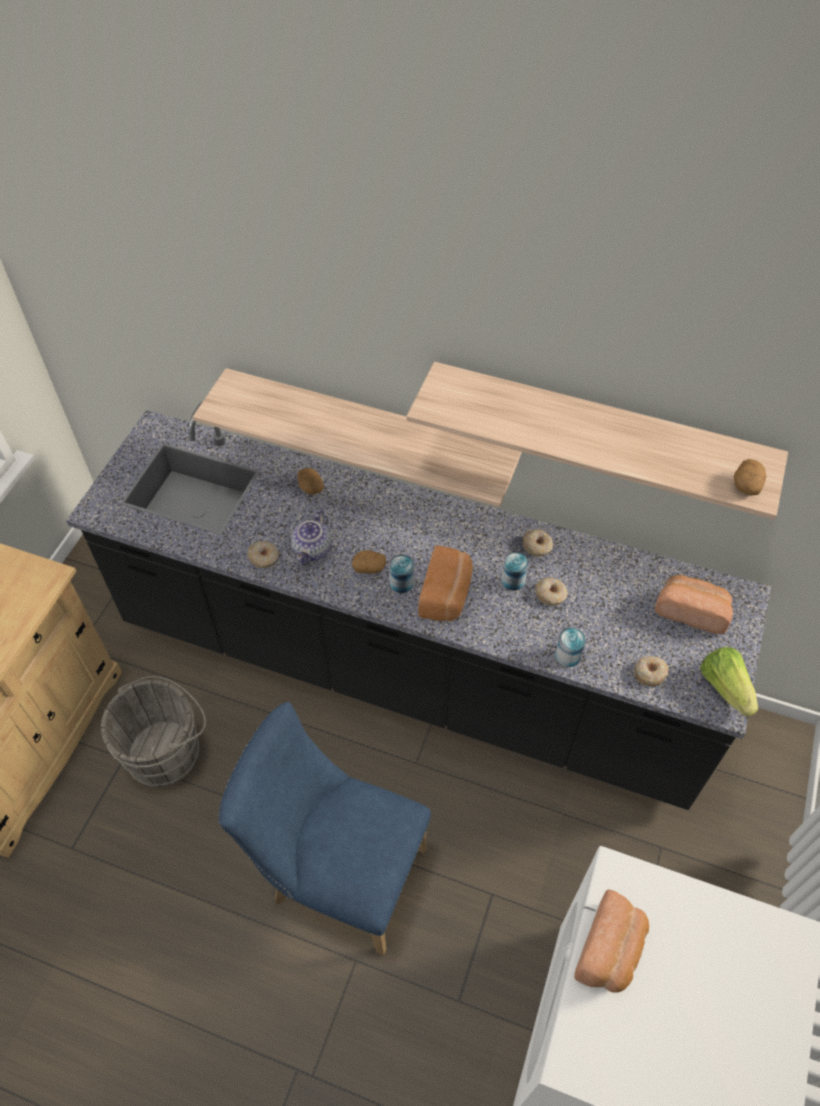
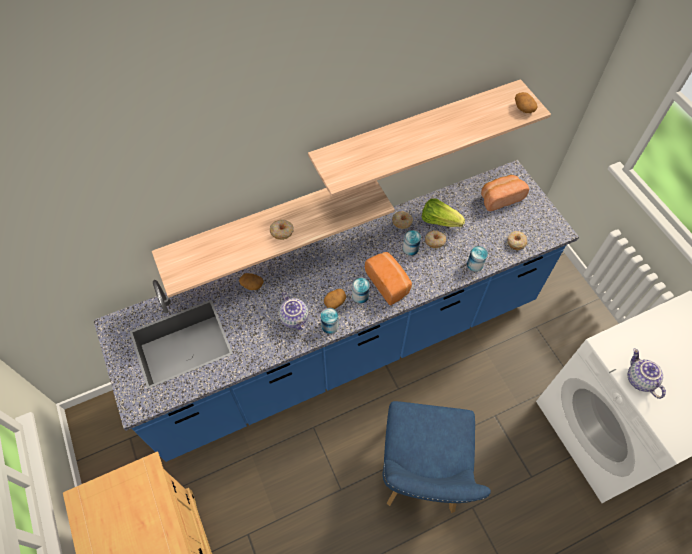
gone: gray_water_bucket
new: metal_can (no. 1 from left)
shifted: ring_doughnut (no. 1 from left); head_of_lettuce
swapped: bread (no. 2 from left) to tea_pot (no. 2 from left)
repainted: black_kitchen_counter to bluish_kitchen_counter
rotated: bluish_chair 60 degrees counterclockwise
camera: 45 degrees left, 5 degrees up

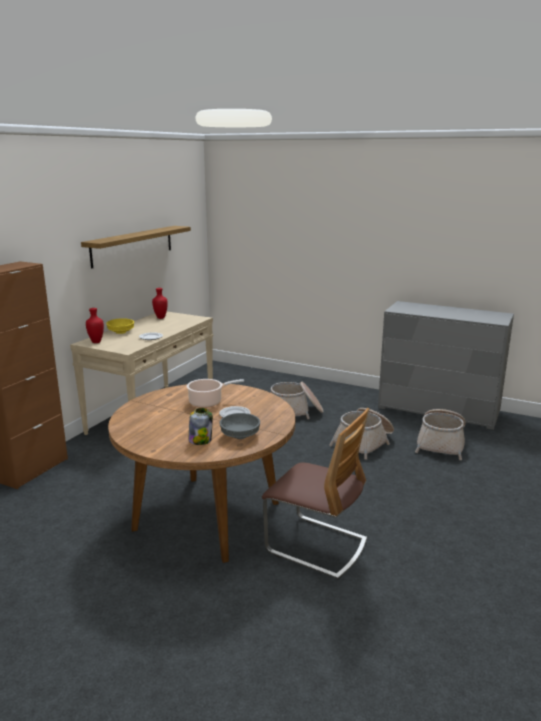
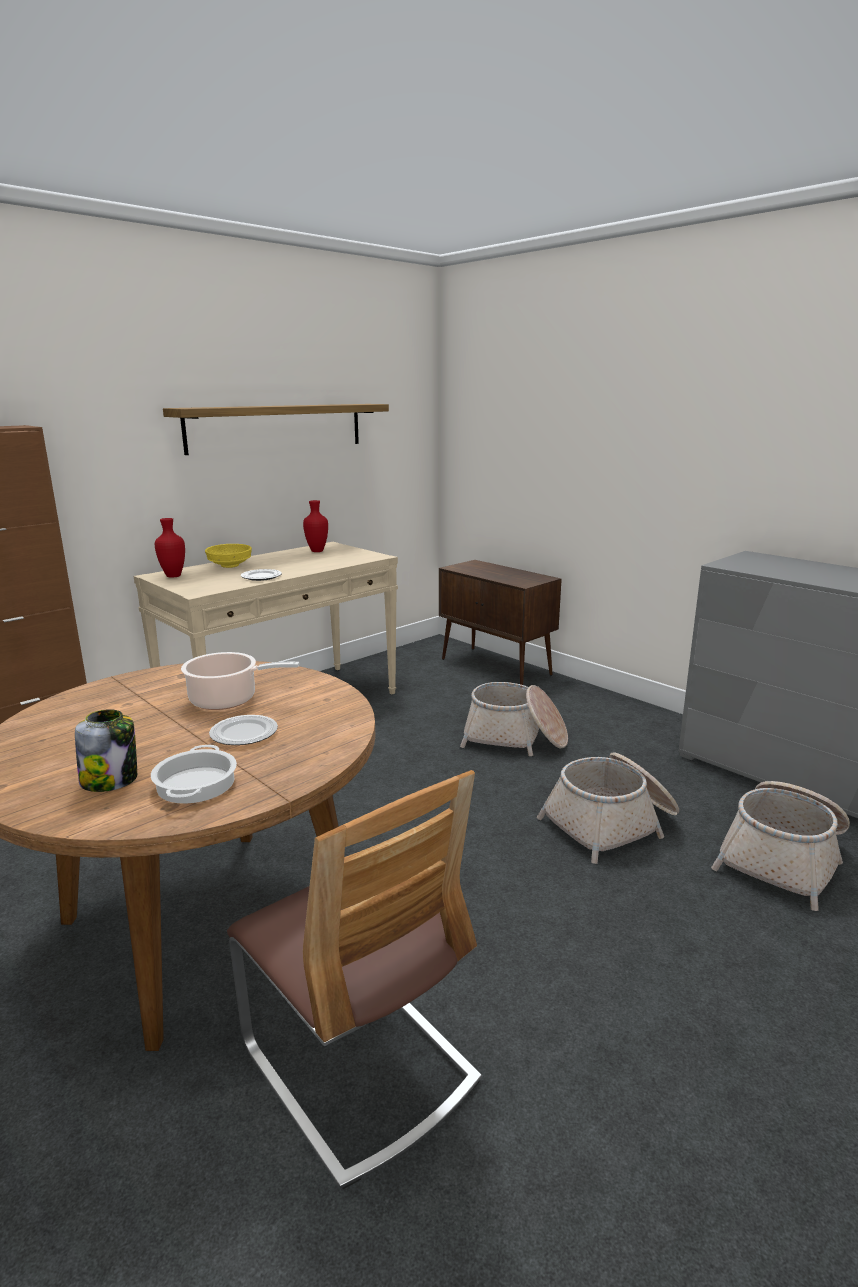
new: brown_cabinet (no. 2 from left)
swapped: gray_deep_dish to saucepot (no. 1 from left)
camera: 20 degrees right, 0 degrees up

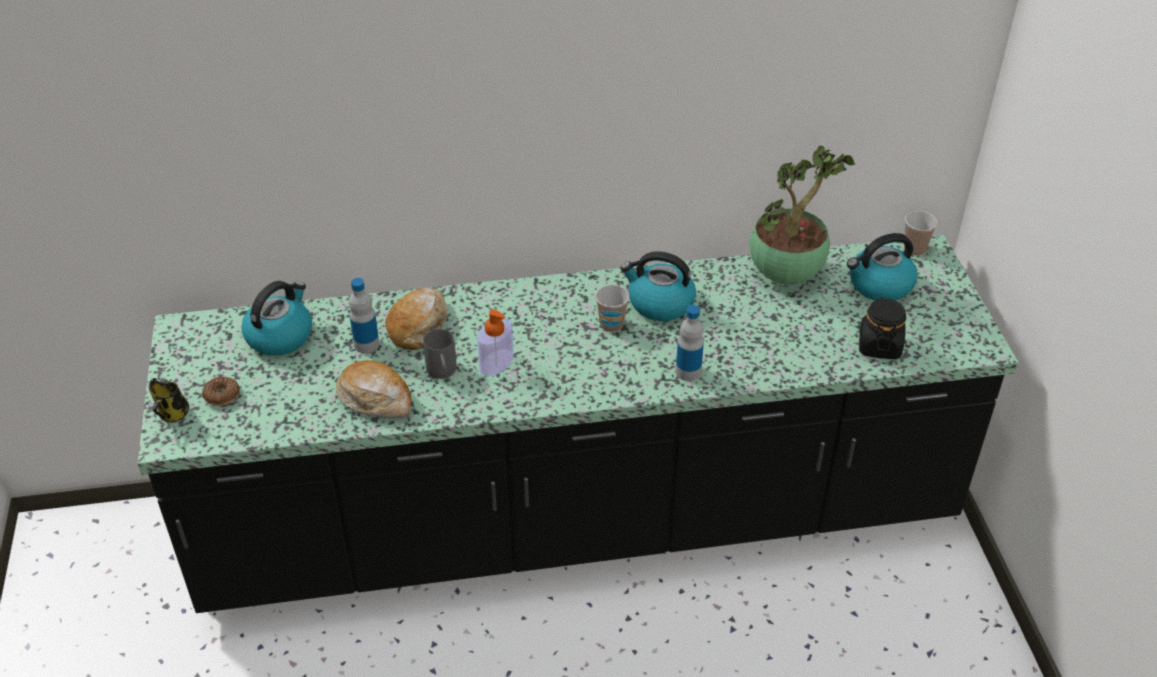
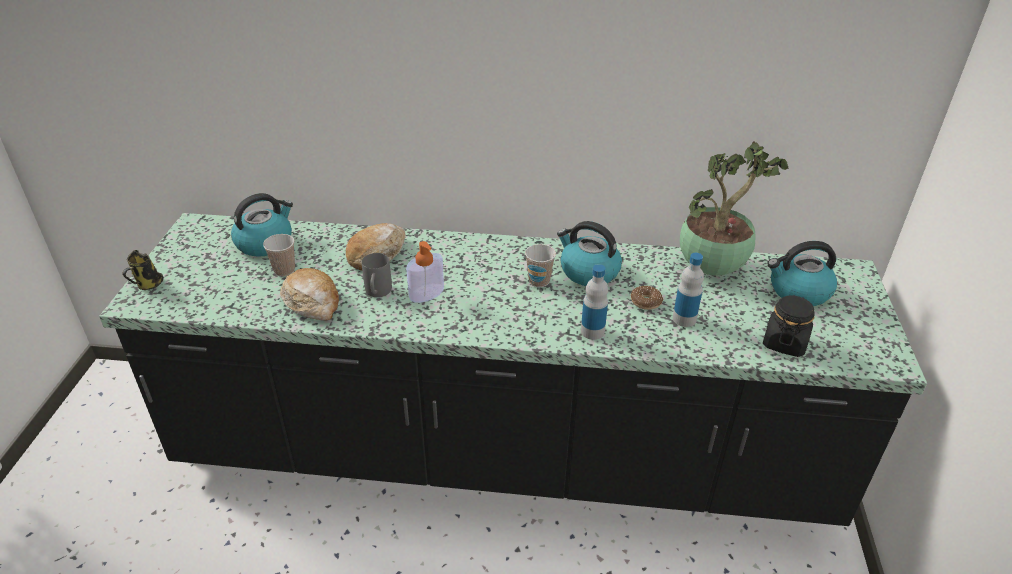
shifted: drinking_cup (no. 2 from left in the first image) to drinking_cup (no. 1 from left); bottle (no. 1 from left in the first image) to bottle (no. 2 from left); ring_doughnut
camera: 15 degrees right, 5 degrees down

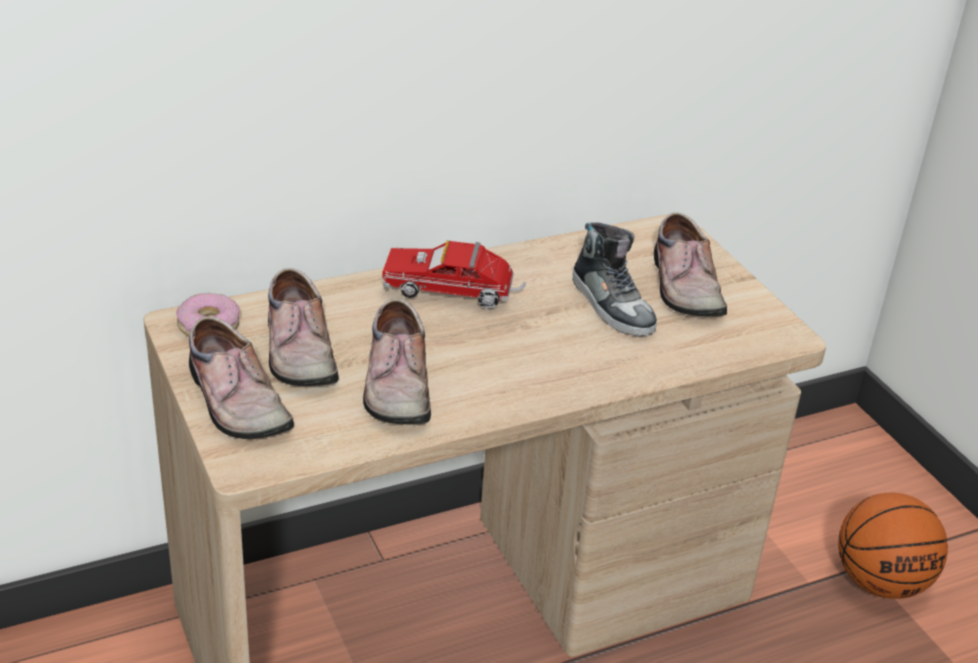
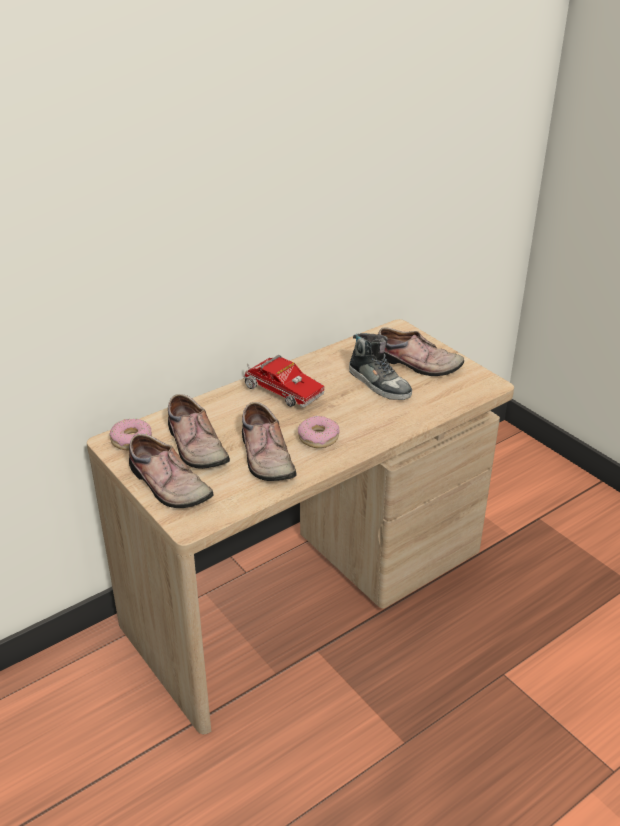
gone: basketball_ball
new: ring_doughnut (no. 2 from left)
rotated: item_of_footwear (no. 5 from left) 45 degrees counterclockwise; toy_lorry 135 degrees counterclockwise
camera: 10 degrees left, 0 degrees up

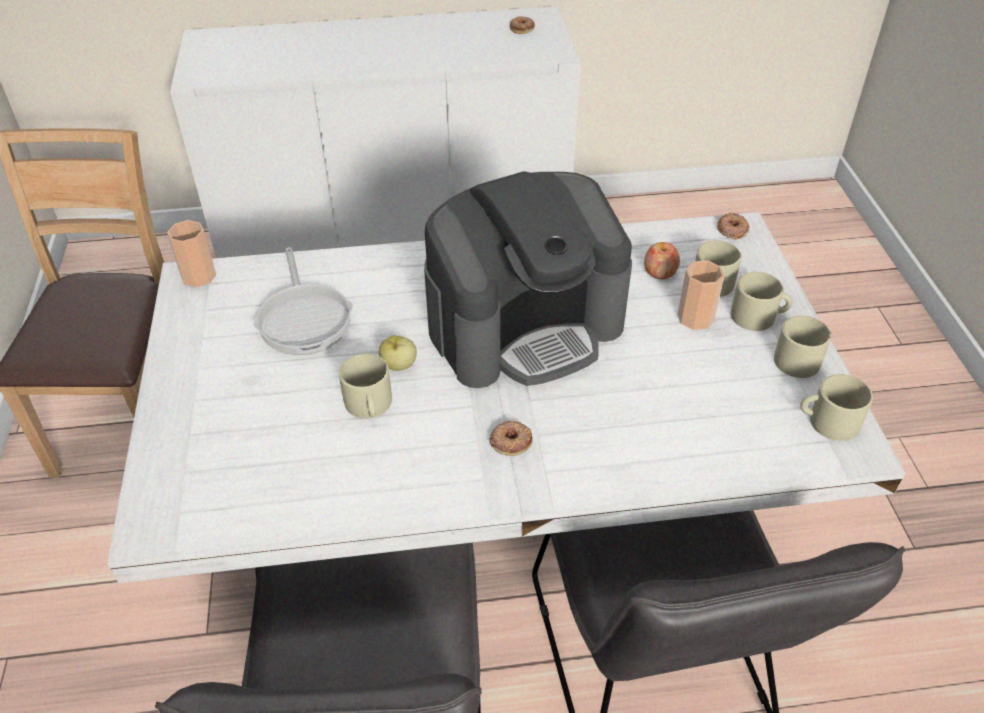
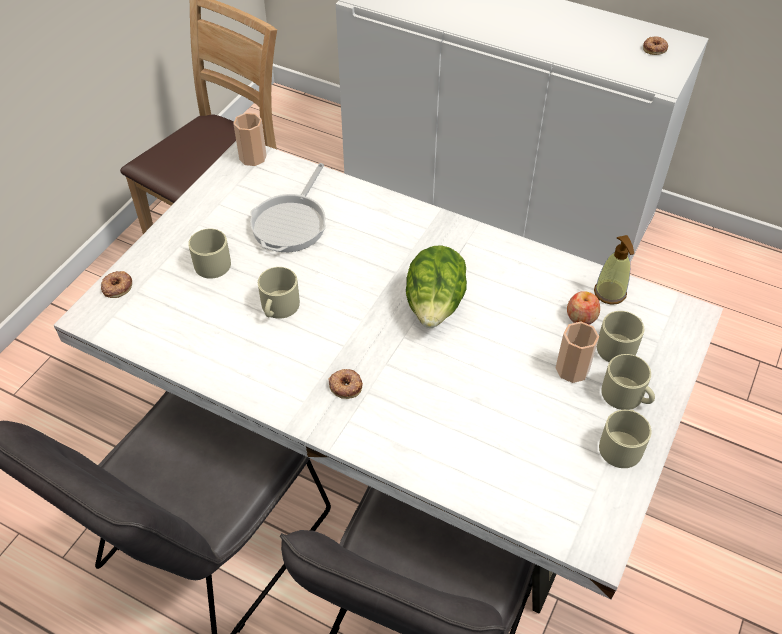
gone: whole_apple (no. 1 from left)
new: soap_dispenser
shifted: ring_doughnut (no. 3 from left in the first image) to ring_doughnut (no. 1 from left); beige_mug (no. 5 from left in the first image) to beige_mug (no. 1 from left)
swapped: coffee_brewer to head_of_lettuce
camera: 35 degrees right, 5 degrees up

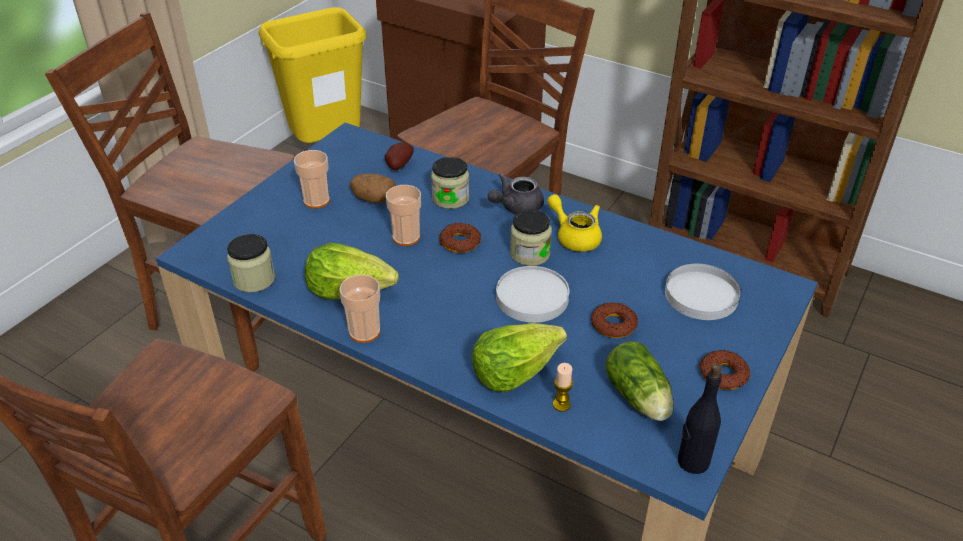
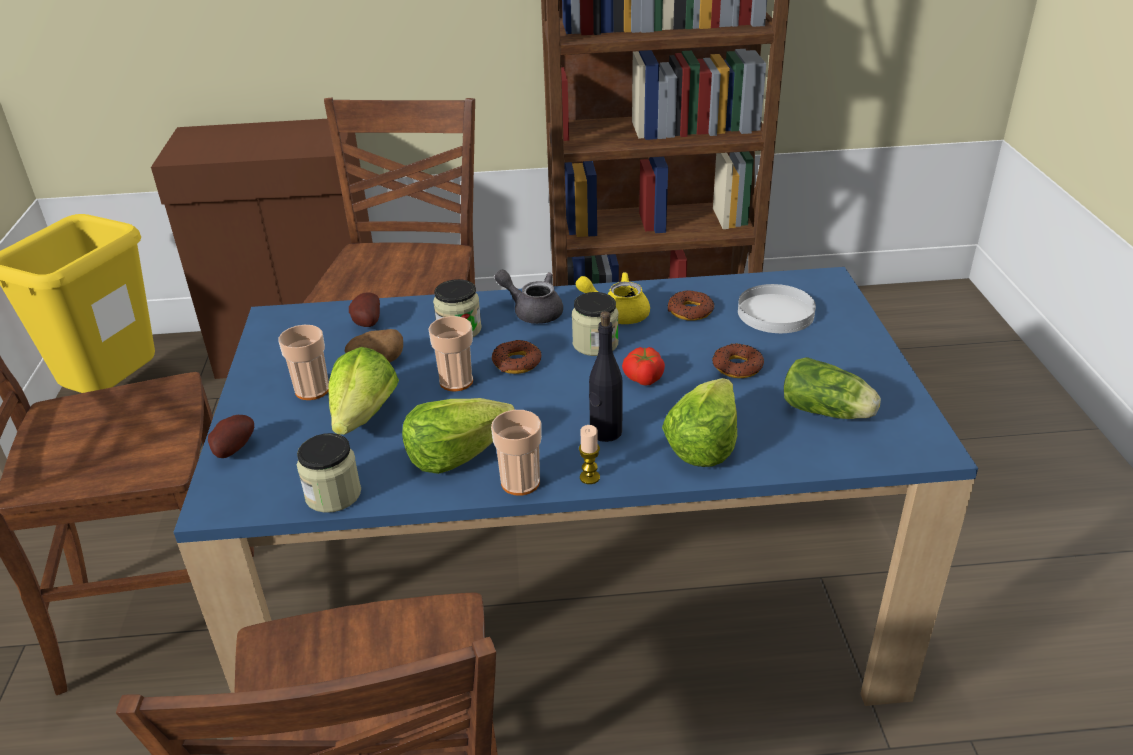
new: head_of_lettuce (no. 1 from left); spud (no. 1 from left)
shifted: ring_doughnut (no. 3 from left in the first image) to ring_doughnut (no. 2 from left); candle; black_bottle
swapped: white_flat_dish (no. 1 from left) to whole_tomato
rotated: gray_tea_pot 105 degrees clockwise
camera: 35 degrees left, 5 degrees down

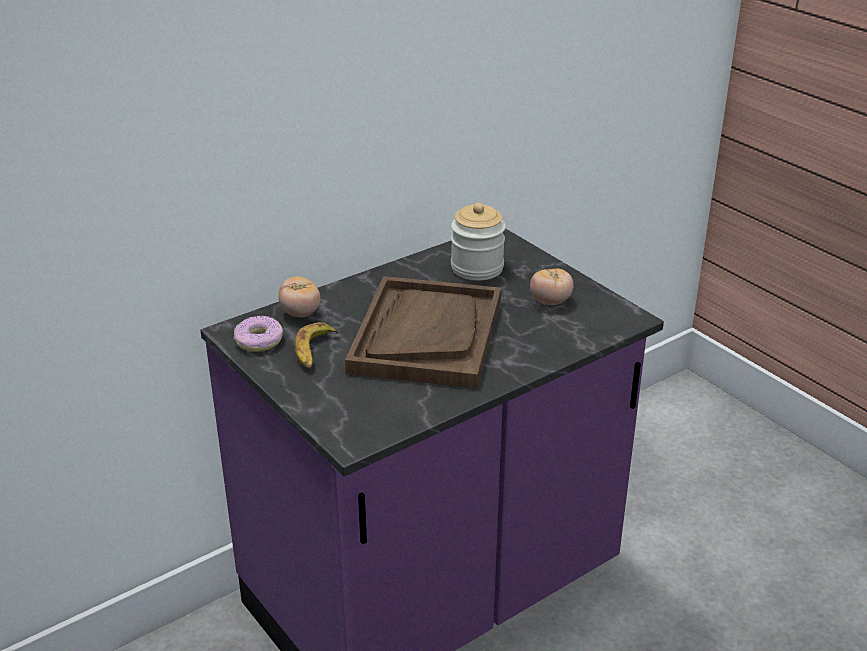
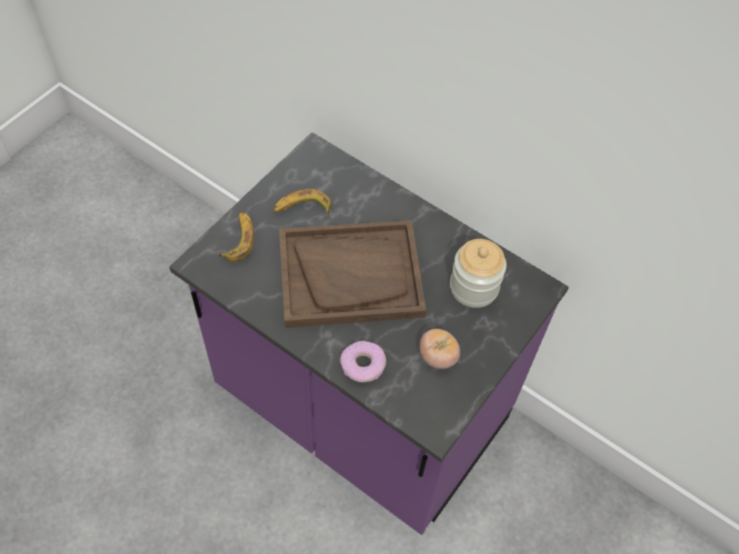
gone: whole_tomato (no. 1 from left)
new: banana (no. 1 from left)
shifted: ring_doughnut
camera: 70 degrees right, 25 degrees up

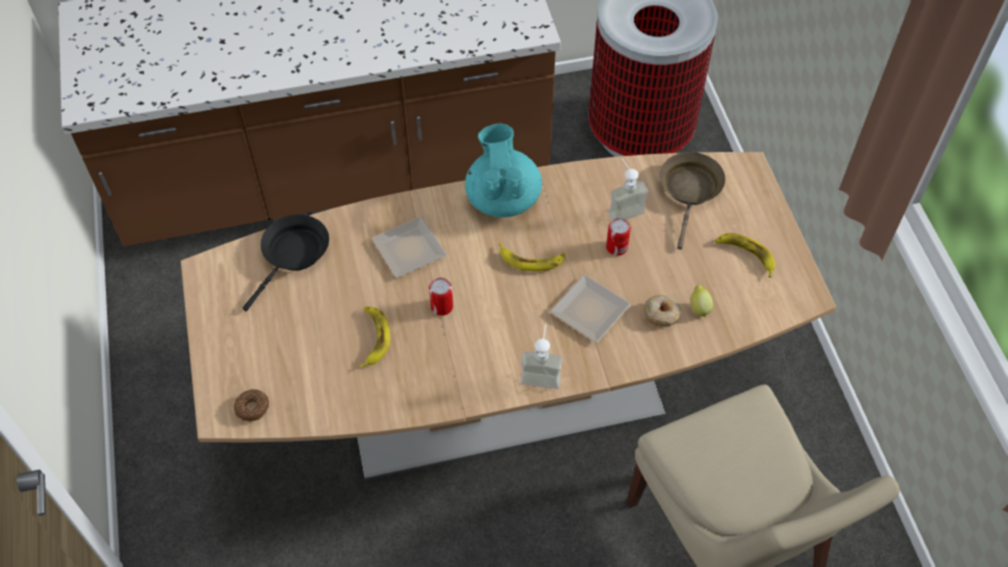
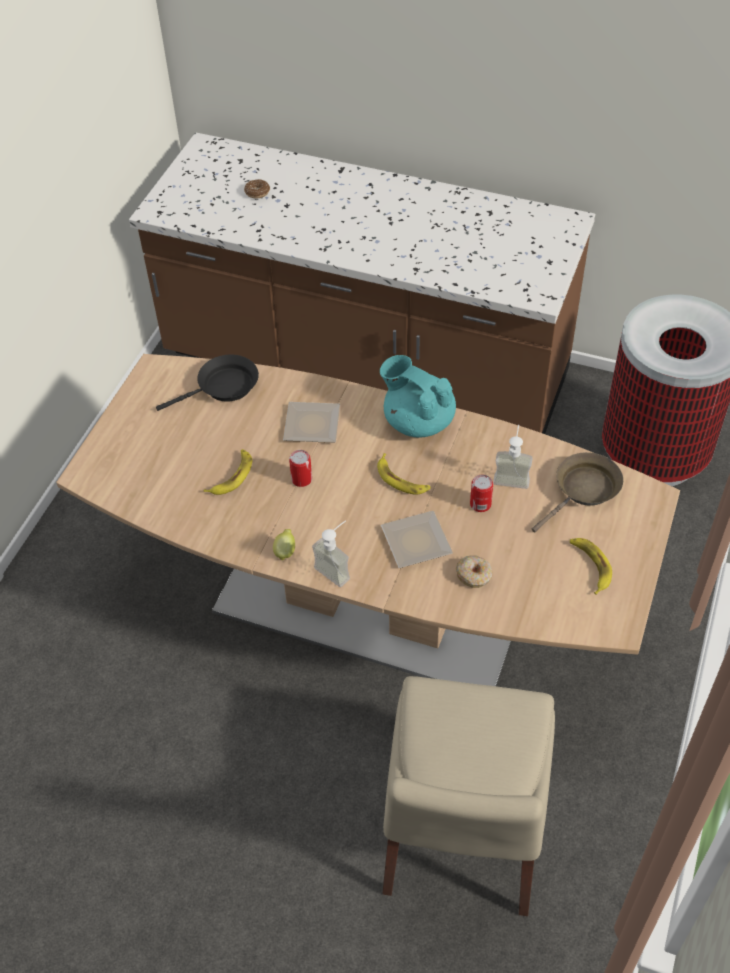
shifted: whole_lemon; ring_doughnut (no. 1 from left)
rotated: blue-green_tea_pot 75 degrees counterclockwise
camera: 35 degrees right, 5 degrees down

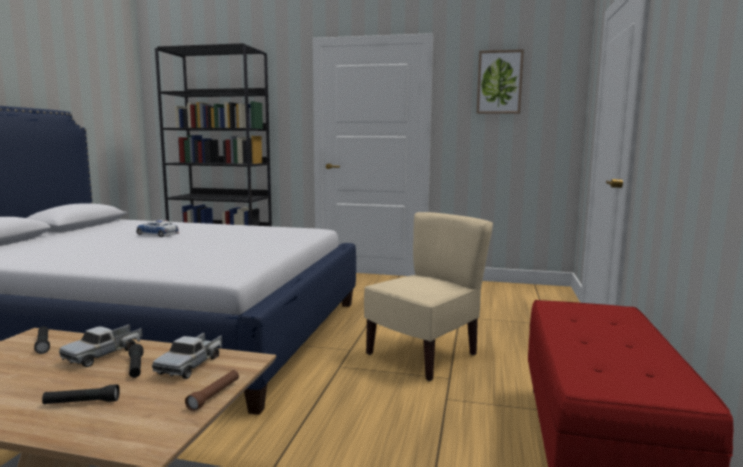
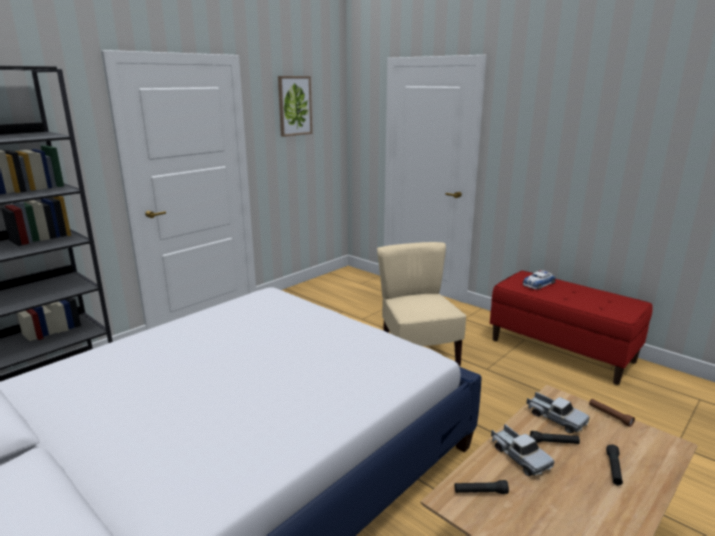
shifted: miniature_car
camera: 60 degrees left, 10 degrees up

